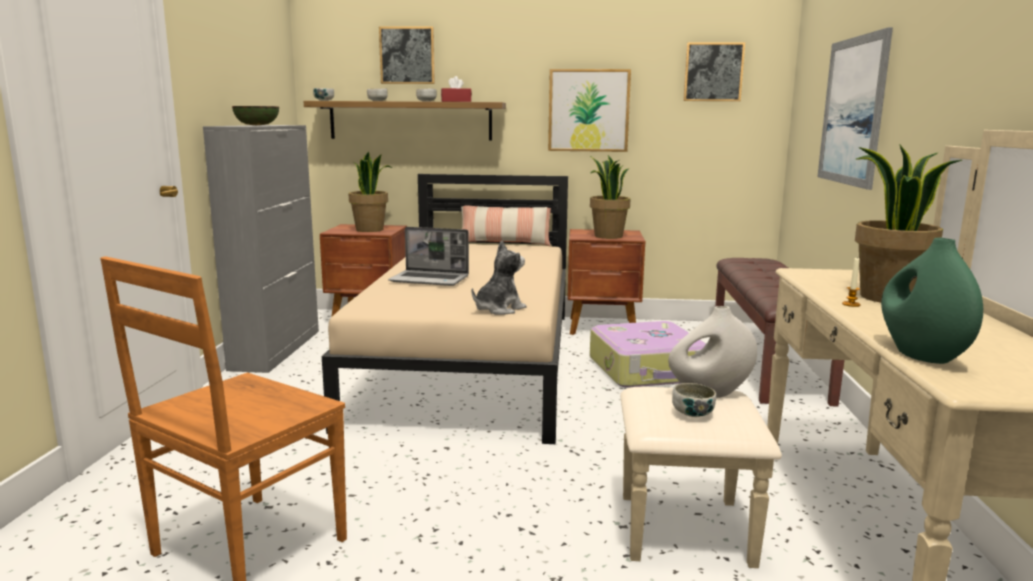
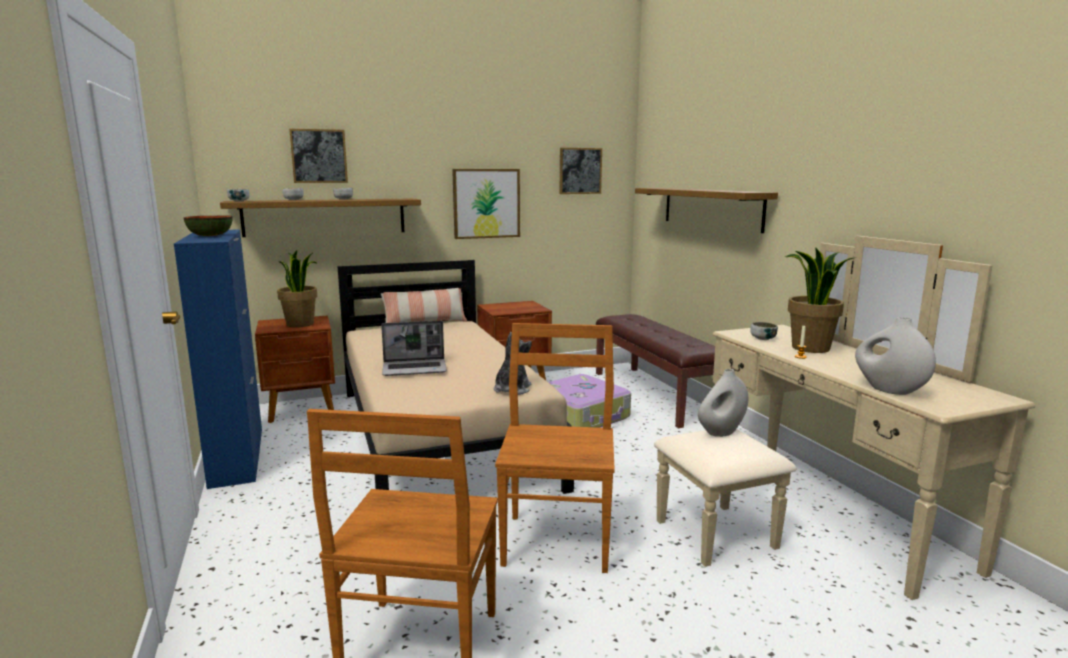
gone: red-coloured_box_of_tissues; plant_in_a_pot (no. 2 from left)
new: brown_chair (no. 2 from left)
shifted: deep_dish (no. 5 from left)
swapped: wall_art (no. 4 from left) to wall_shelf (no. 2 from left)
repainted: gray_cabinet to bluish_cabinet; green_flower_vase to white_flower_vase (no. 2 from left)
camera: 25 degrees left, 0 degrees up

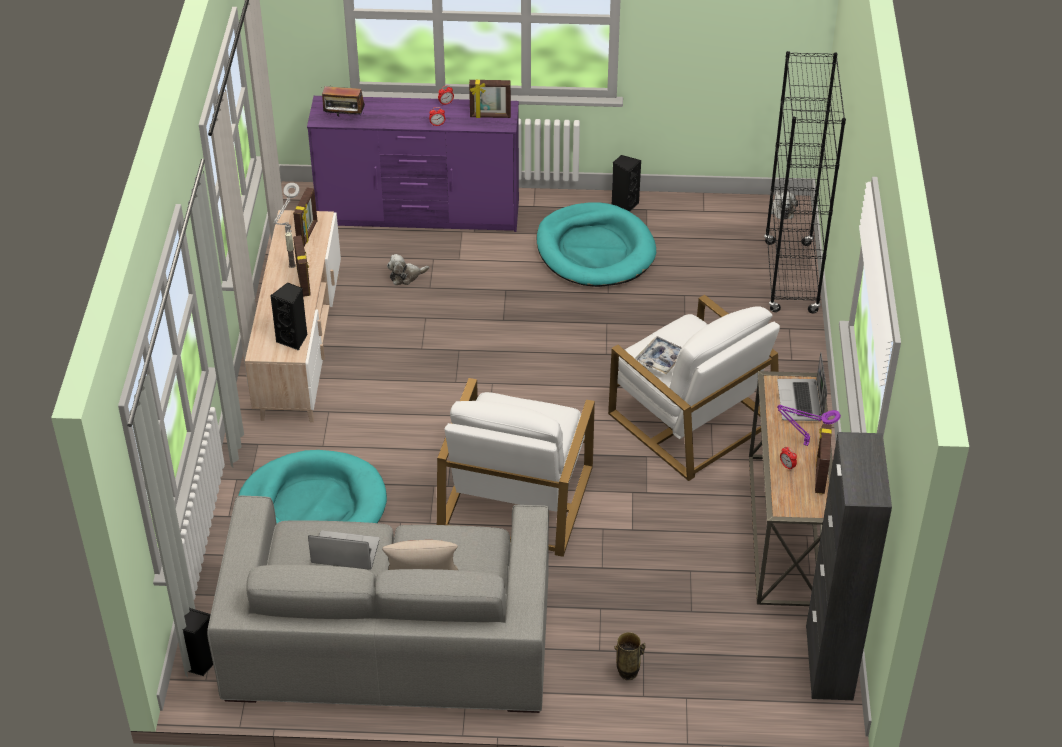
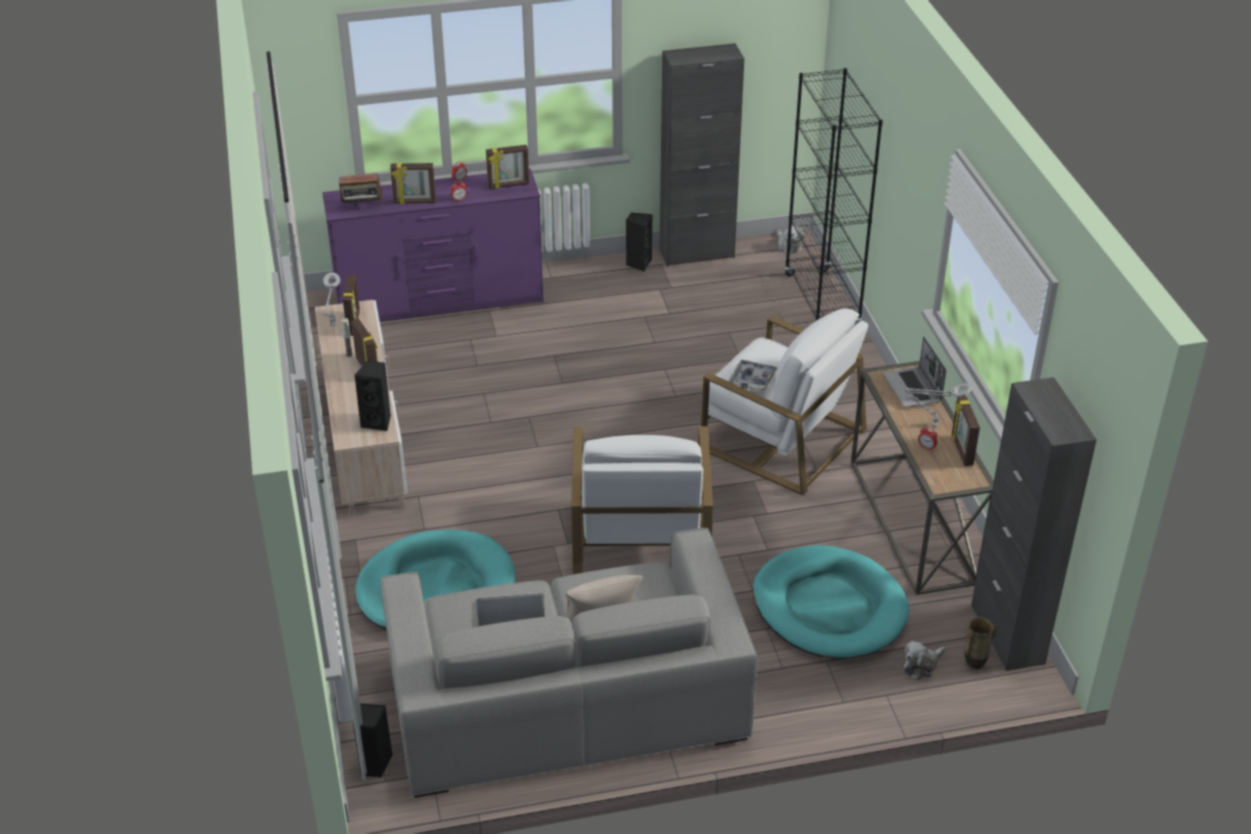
new: black_cabinet (no. 1 from left); standing_frame (no. 3 from left)
shifted: blue-green_dog_bed (no. 2 from left); plush_toy (no. 1 from left in the first image) to plush_toy (no. 2 from left); flower_vase
repainted: purple_table_lamp to gray_table_lamp (no. 2 from left)
camera: 15 degrees left, 5 degrees down

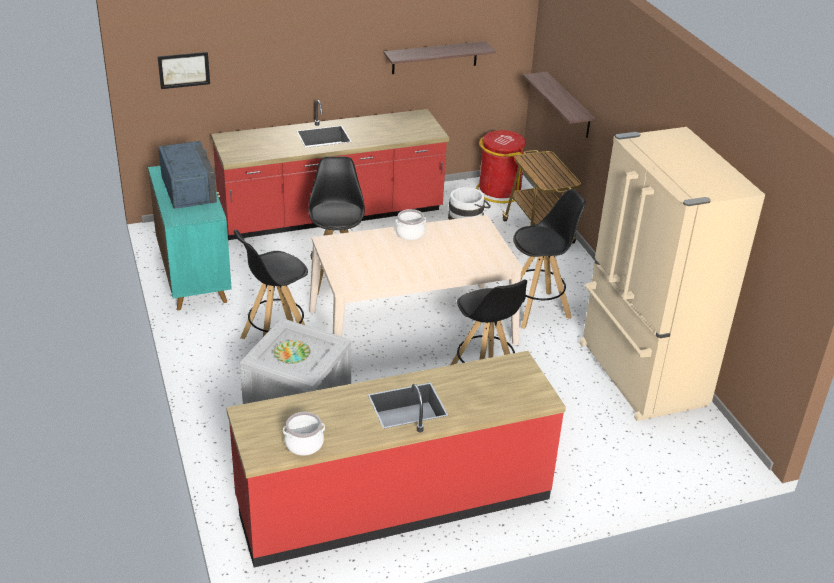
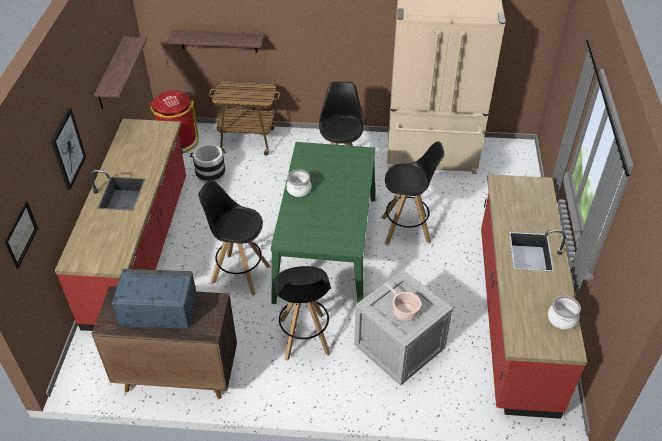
new: wall_art (no. 2 from left)
swapped: flat_dish to saucepot (no. 2 from left)
repainted: blue-green_cabinet to brown_cabinet; beige_dining_table to green_dining_table
camera: 65 degrees left, 10 degrees up

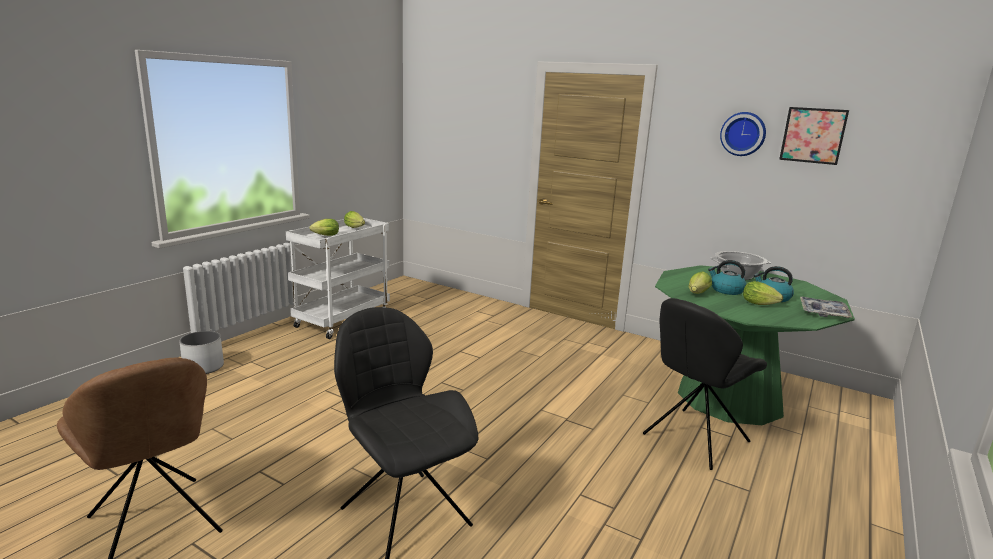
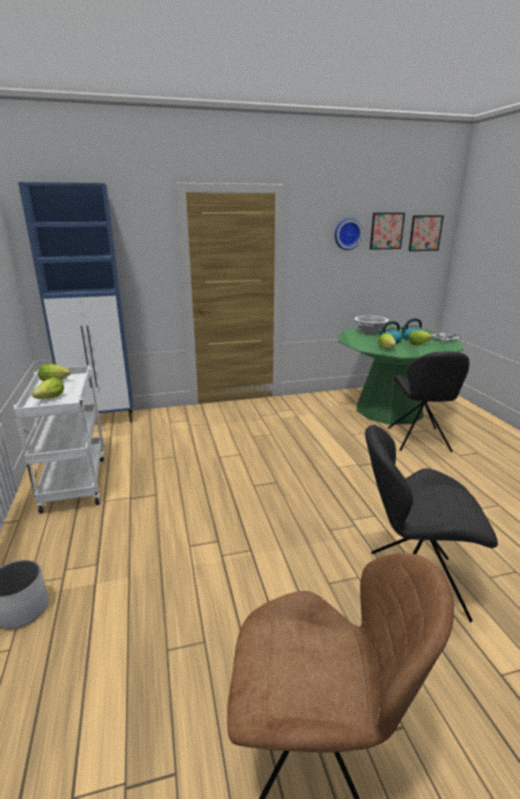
new: bluish_cabinet; wall_art (no. 2 from left)
camera: 45 degrees left, 5 degrees up

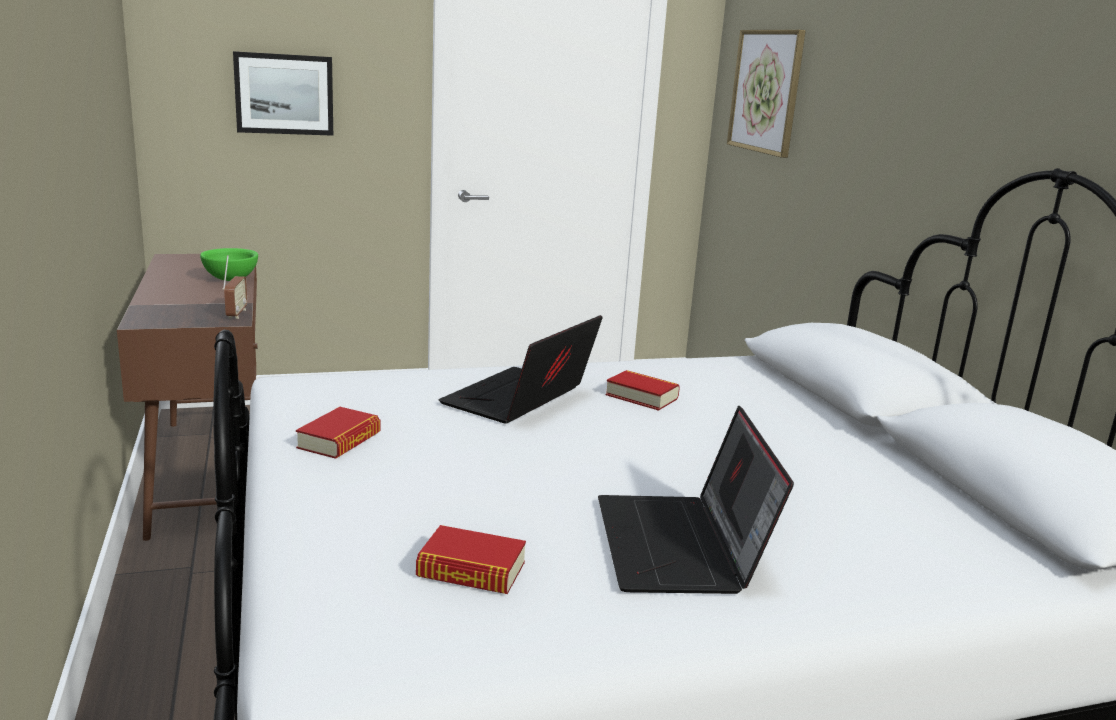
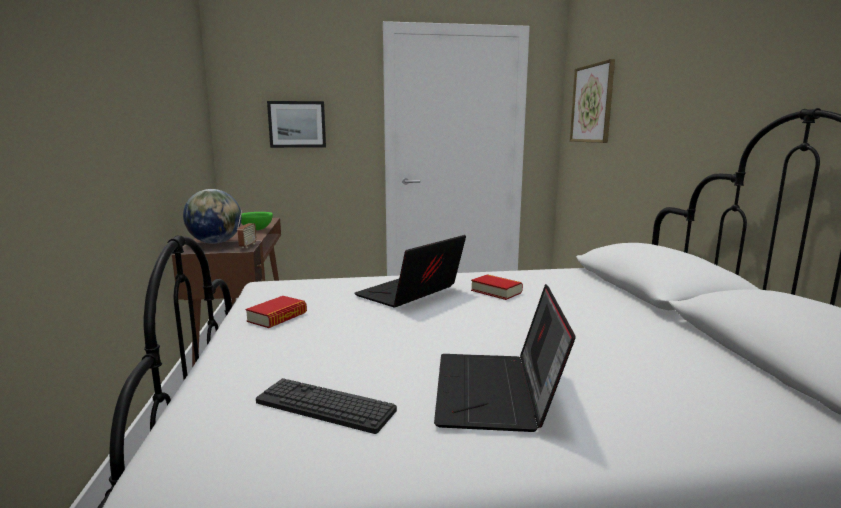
new: world_globe
swapped: bound_book (no. 2 from left) to PC_keyboard
camera: 10 degrees right, 5 degrees down

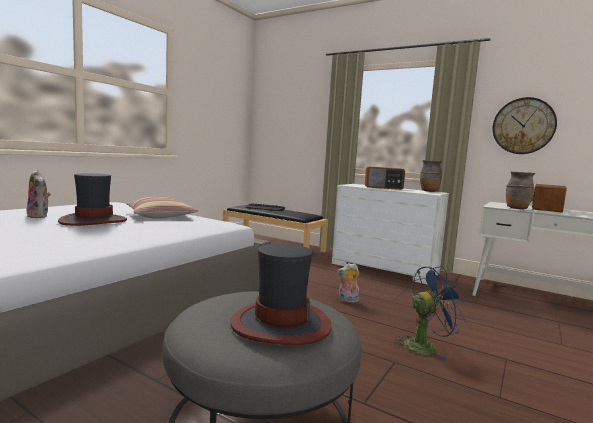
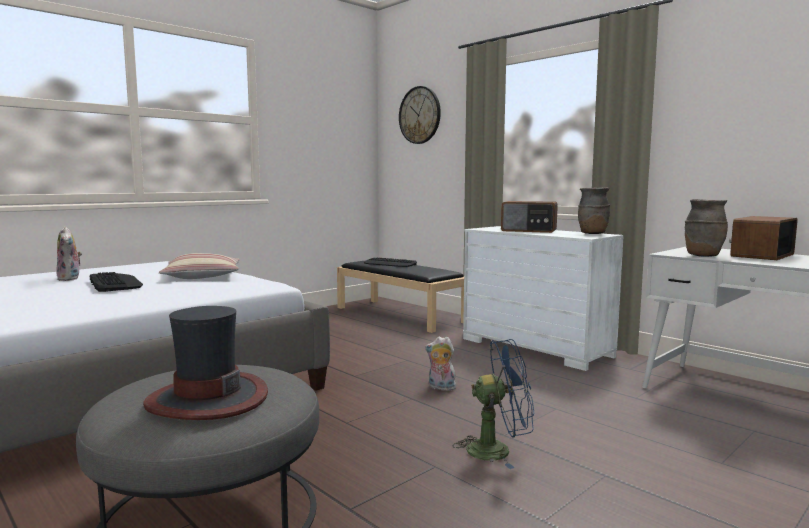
shifted: wall_clock
swapped: wearable_hat (no. 1 from left) to PC_keyboard (no. 1 from left)
camera: 15 degrees right, 0 degrees up

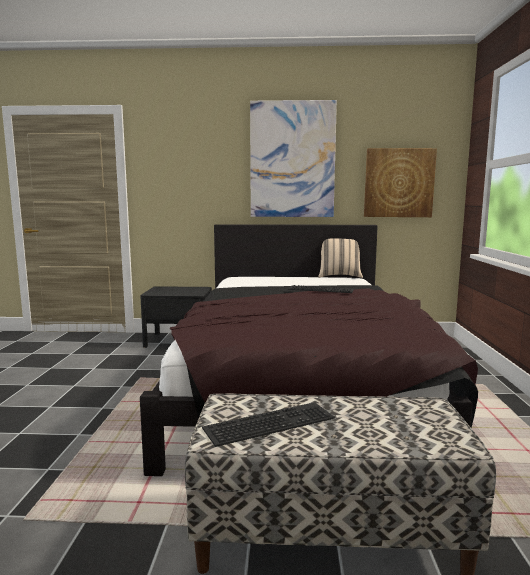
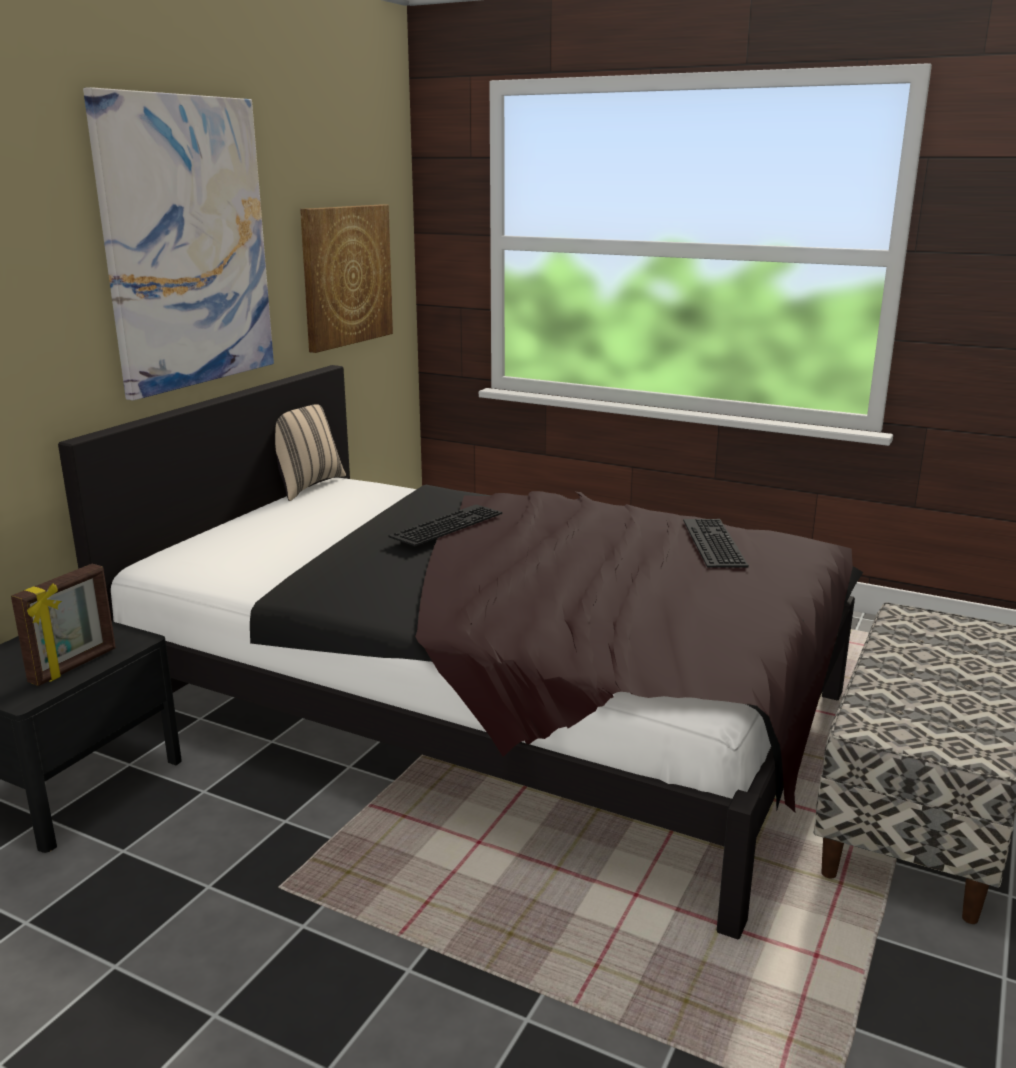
new: standing_frame
shifted: PC_keyboard (no. 1 from left in the first image) to PC_keyboard (no. 2 from left)
camera: 65 degrees left, 10 degrees up

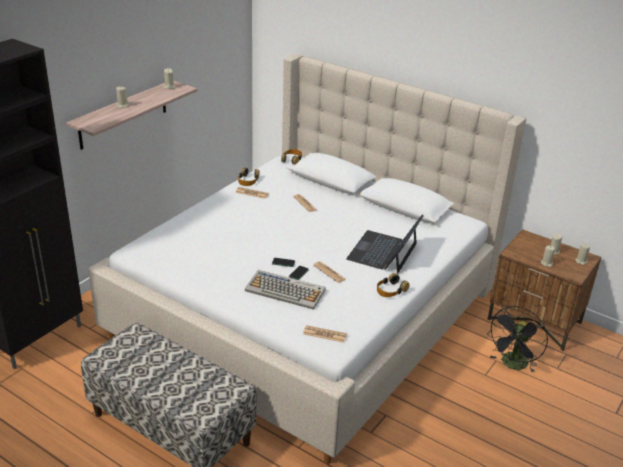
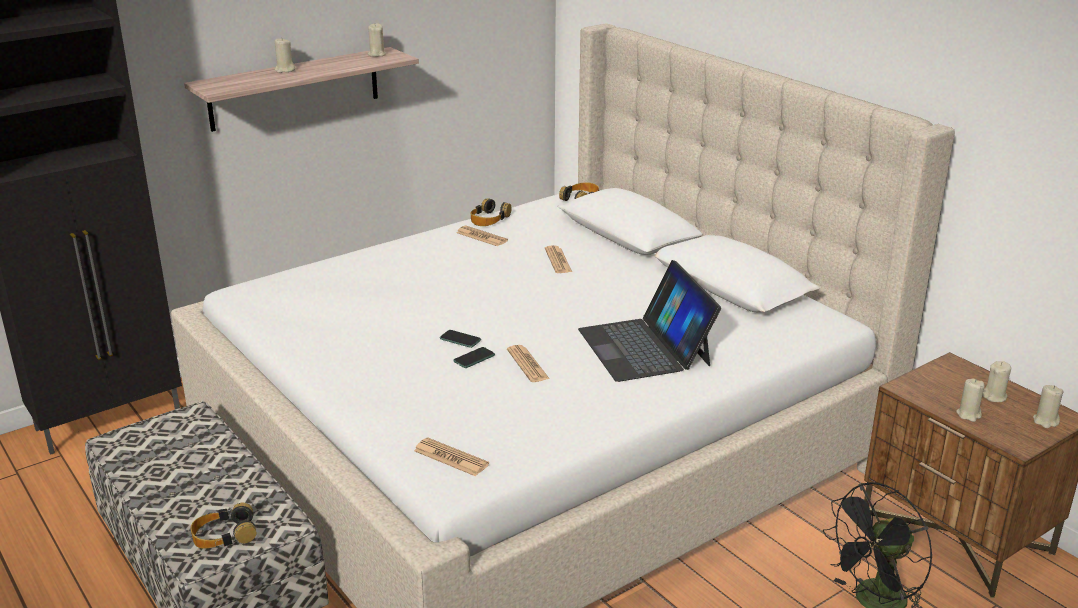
gone: PC_keyboard
shifted: pair_of_headphones (no. 3 from left in the first image) to pair_of_headphones (no. 1 from left)
rotated: notebook_computer 60 degrees counterclockwise
camera: 20 degrees right, 5 degrees down

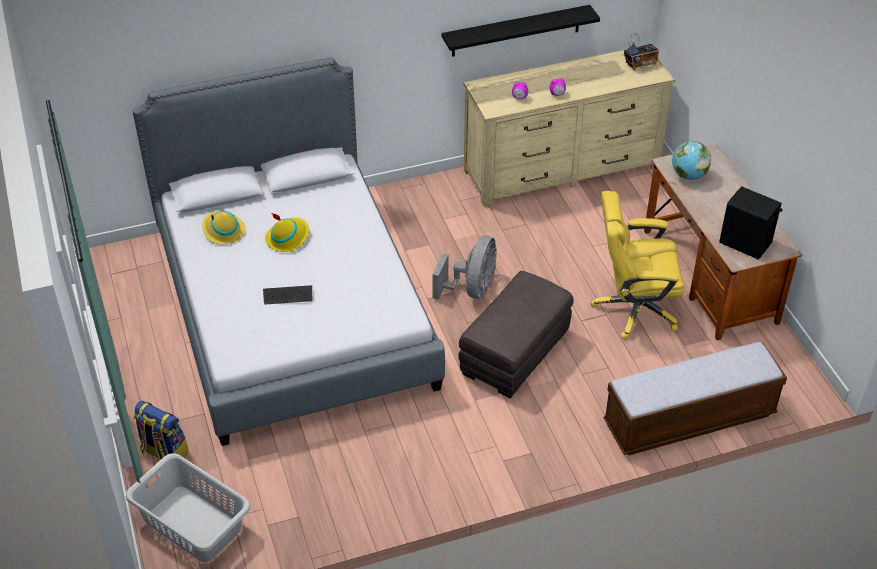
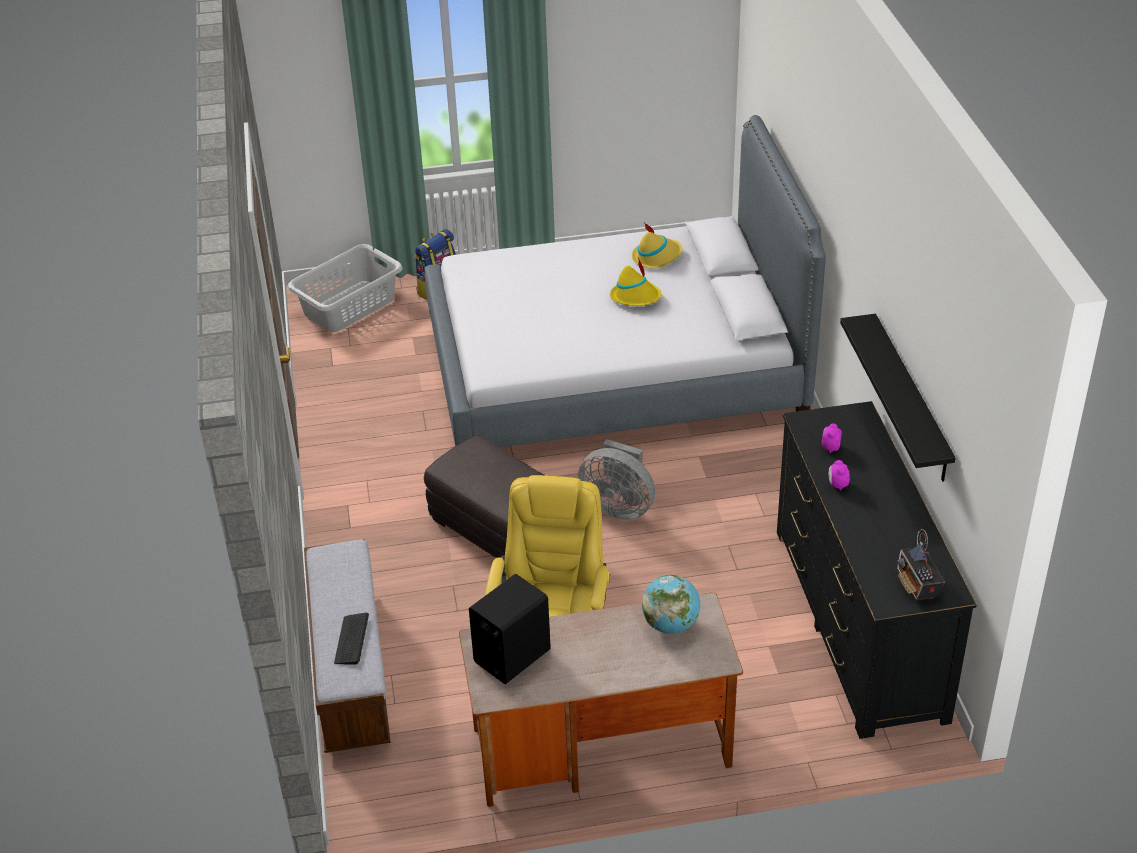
shifted: PC_keyboard
repainted: beige_dresser to black_dresser
camera: 100 degrees right, 5 degrees down

